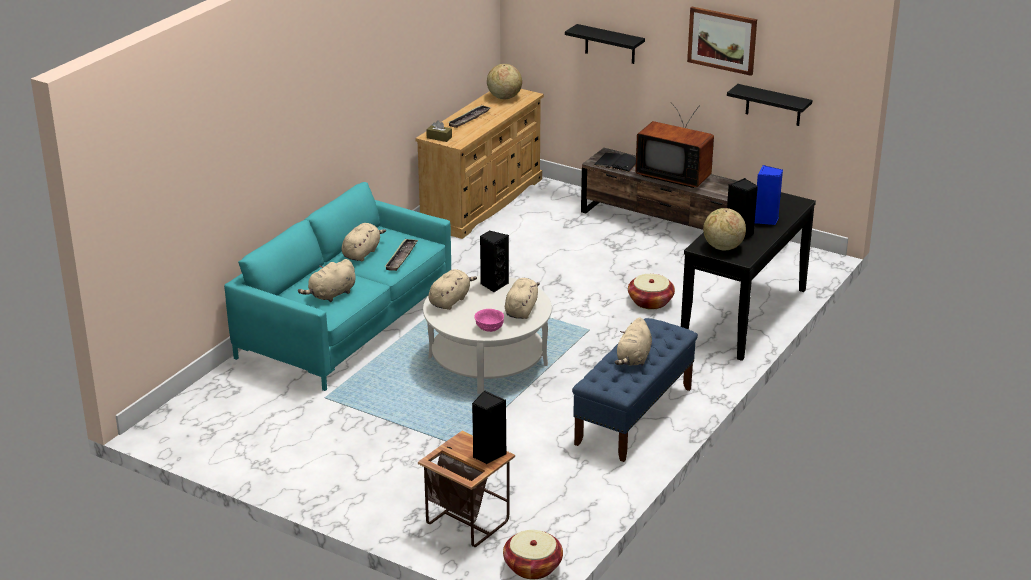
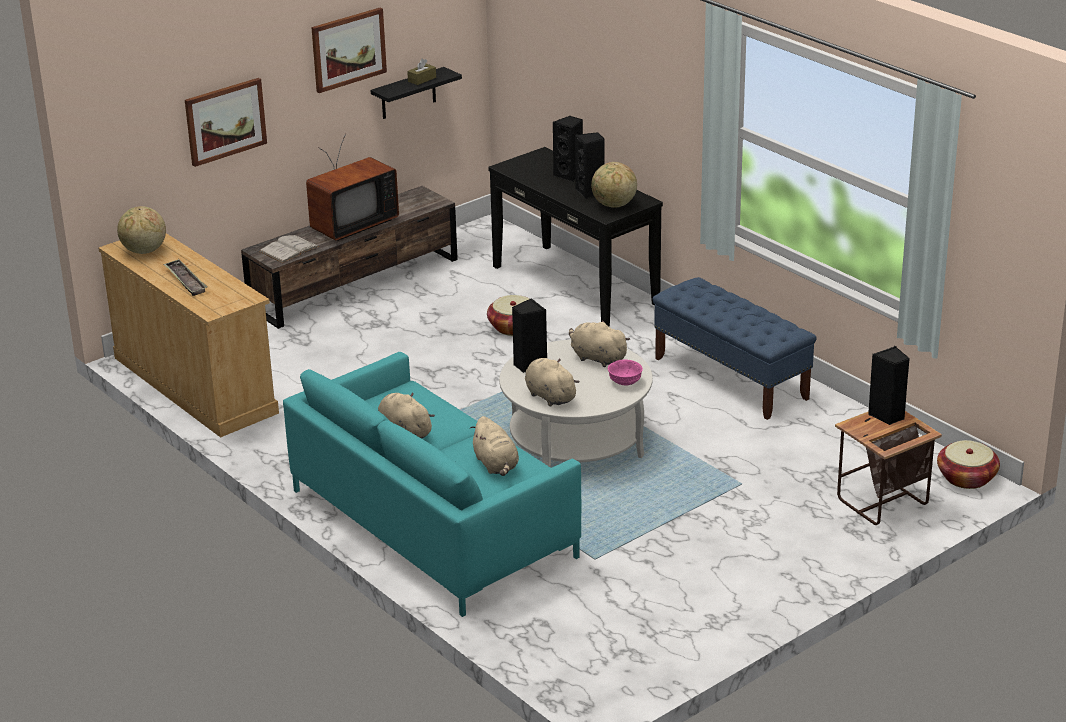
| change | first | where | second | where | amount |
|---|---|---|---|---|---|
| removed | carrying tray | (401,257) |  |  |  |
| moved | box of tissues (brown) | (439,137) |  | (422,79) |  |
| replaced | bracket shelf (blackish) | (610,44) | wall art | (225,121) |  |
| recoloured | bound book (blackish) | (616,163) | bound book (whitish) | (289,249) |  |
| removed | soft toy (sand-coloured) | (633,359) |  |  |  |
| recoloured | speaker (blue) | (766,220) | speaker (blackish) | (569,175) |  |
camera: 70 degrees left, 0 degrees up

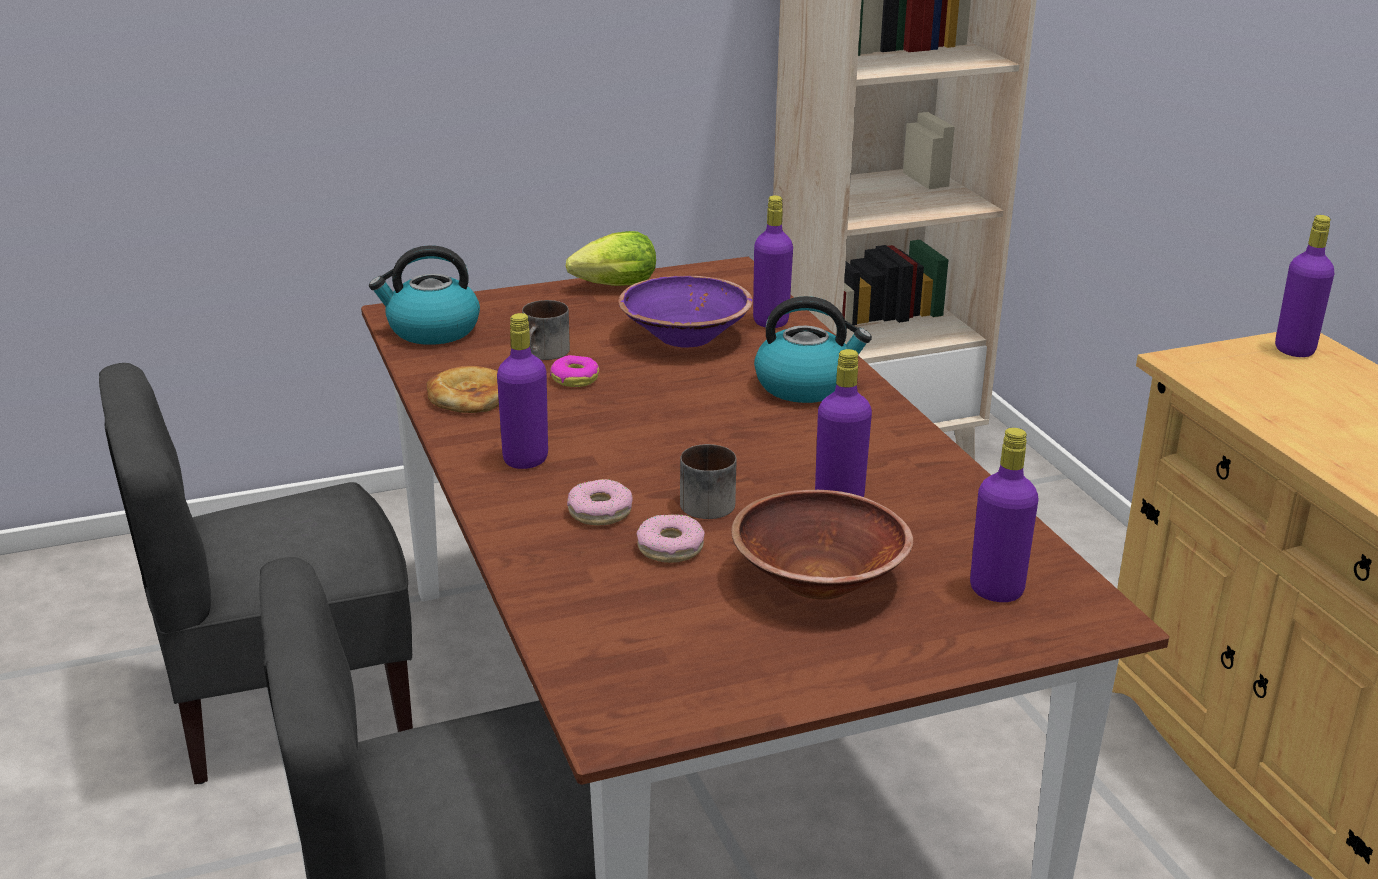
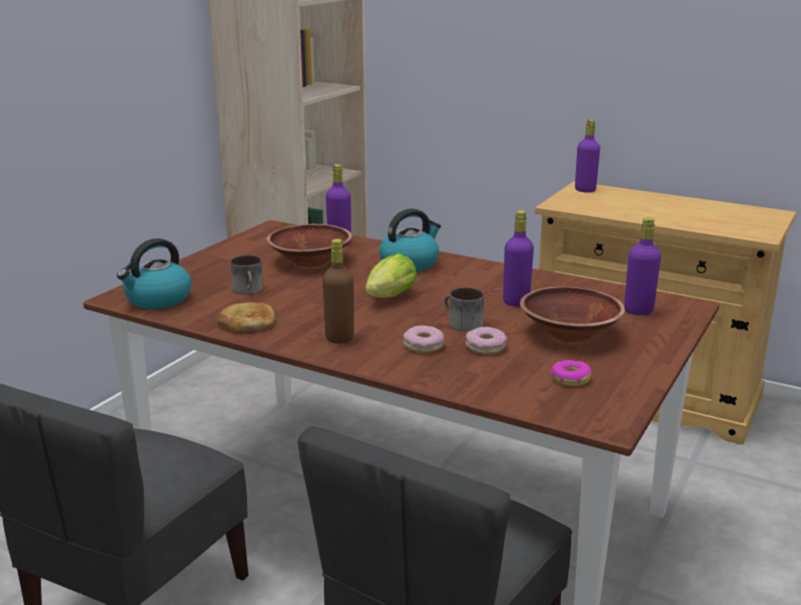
| change | first | where | second | where | amount |
|---|---|---|---|---|---|
| recoloured | drink bottle (purple-coloured) | (525,459) | drink bottle (brown) | (339,338) |  |
| moved | ring doughnut | (575,379) |  | (570,379) |  |
| moved | lettuce | (610,287) |  | (388,298) |  |
| recoloured | deep dish (purple-coloured) | (685,337) | deep dish (brown) | (310,261) |  |
camera: 40 degrees left, 5 degrees down

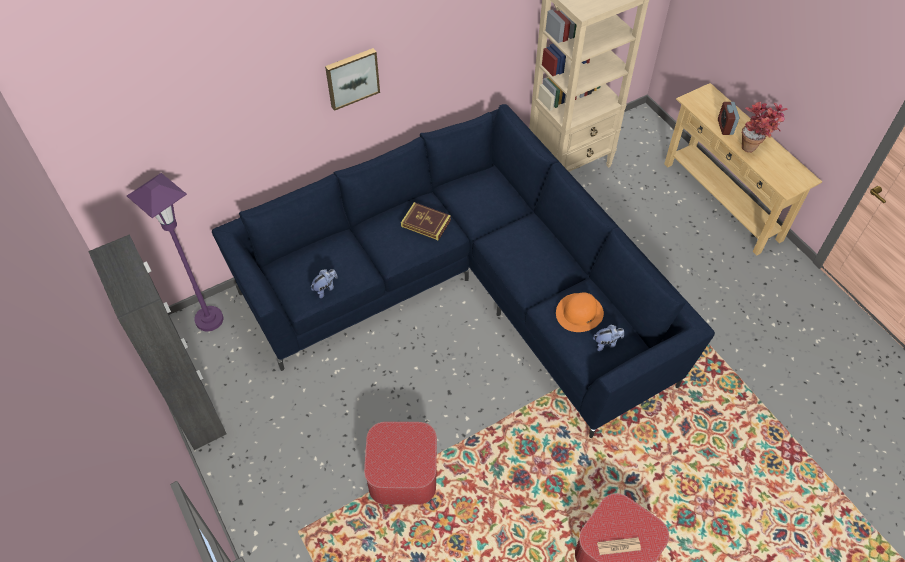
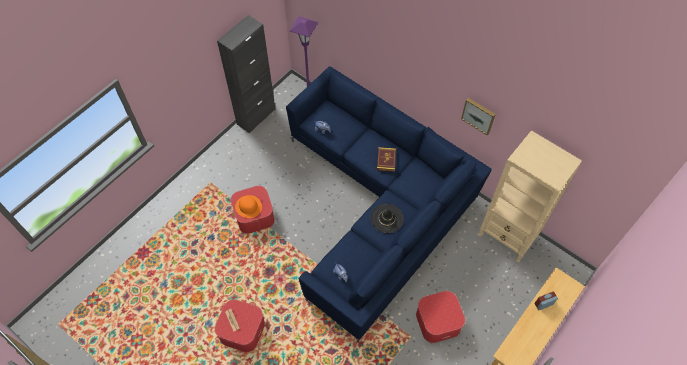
| change | first | where | second | where | amount |
|---|---|---|---|---|---|
| moved | wall art | (352,77) |  | (479,115) |  |
| moved | wearable hat (orange) | (579,312) |  | (248,206) |  |
| removed | plant in a pot | (753,147) |  |  |  |
| added |  |  | wearable hat (blackish) | (386,218) |  |
| added |  |  | ottoman | (438,321) |  |
camera: 70 degrees right, 5 degrees up

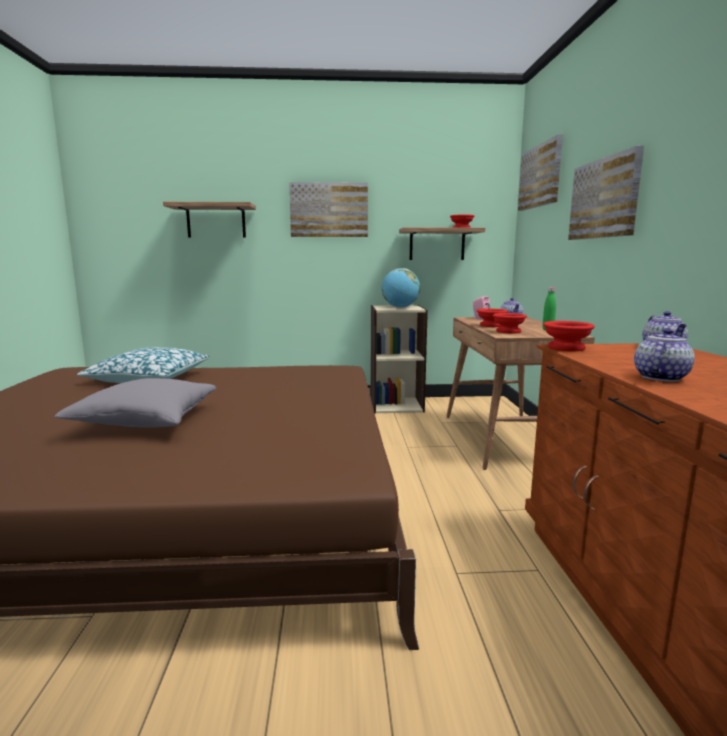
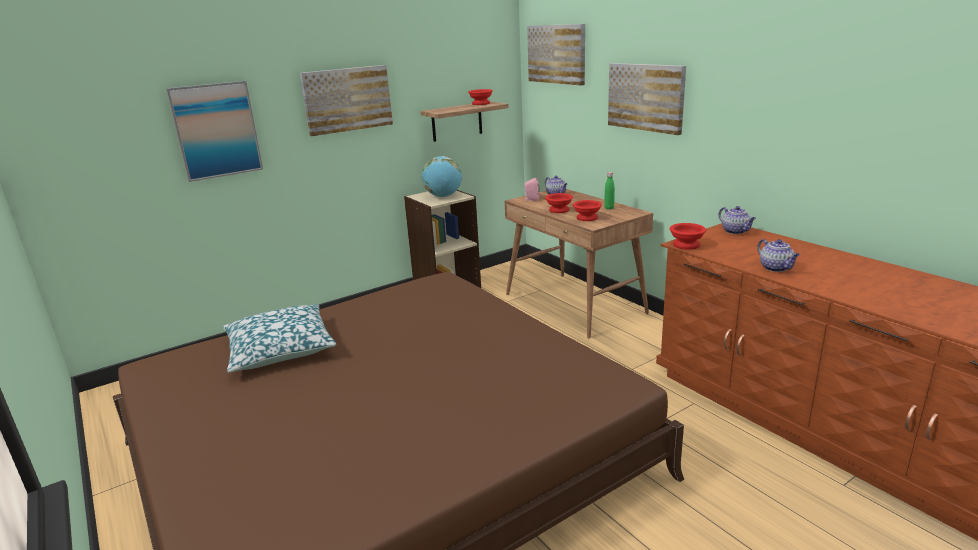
| change | first | where | second | where | amount |
|---|---|---|---|---|---|
| removed | cushion (grey) | (146,421) |  |  |  |
| replaced | bracket shelf | (216,221) | wall art | (216,130) |  |
| turned | teapot | (660,377) |  | (776,268) | 150 degrees clockwise |
camera: 30 degrees left, 10 degrees up

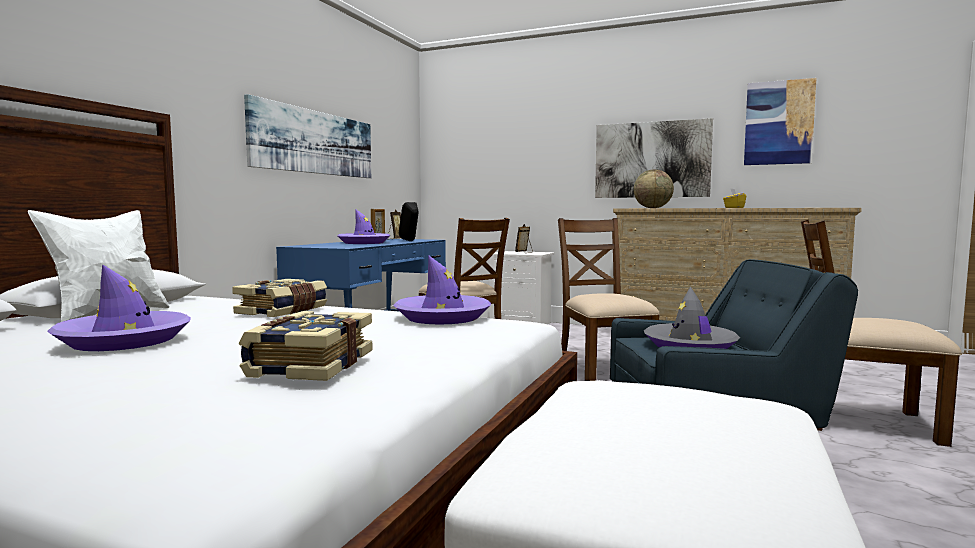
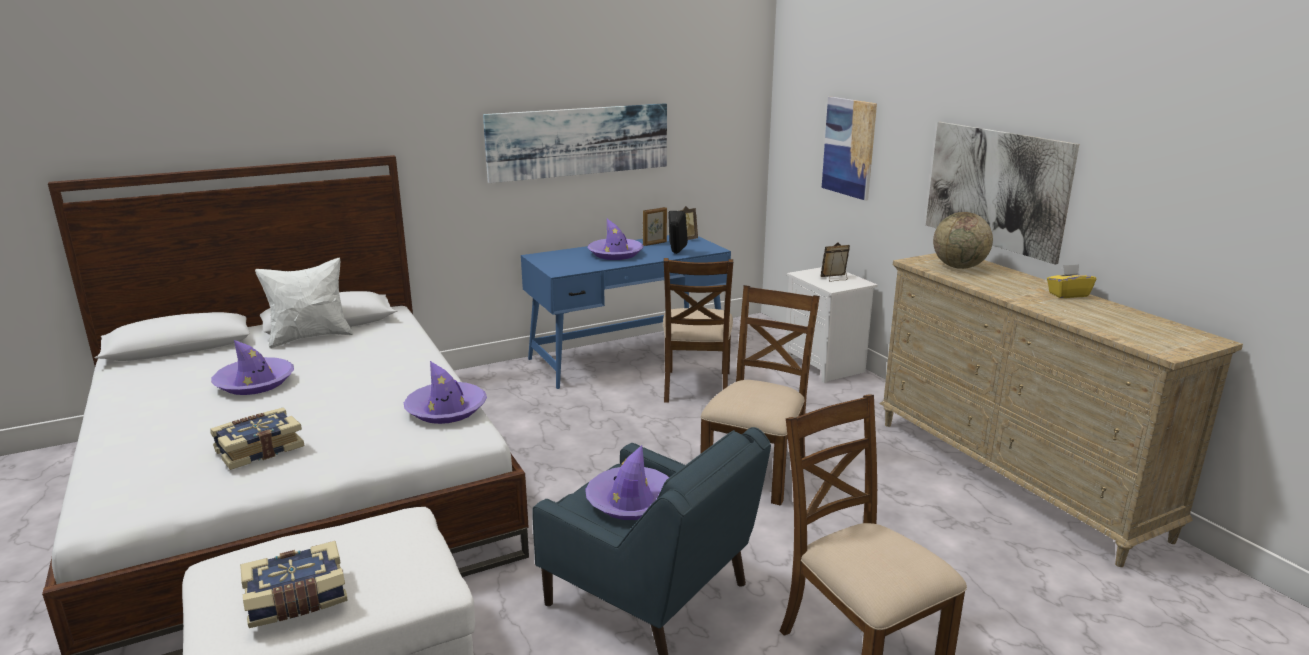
| change | first | where | second | where | amount |
|---|---|---|---|---|---|
| moved | bound book | (283,311) |  | (297,600) |  |
| recoloured | wearable hat (grey) | (690,346) | wearable hat (purple-coloured) | (631,501) |  |
| moved | wall art | (778,123) |  | (849,147) |  |
camera: 40 degrees right, 15 degrees up

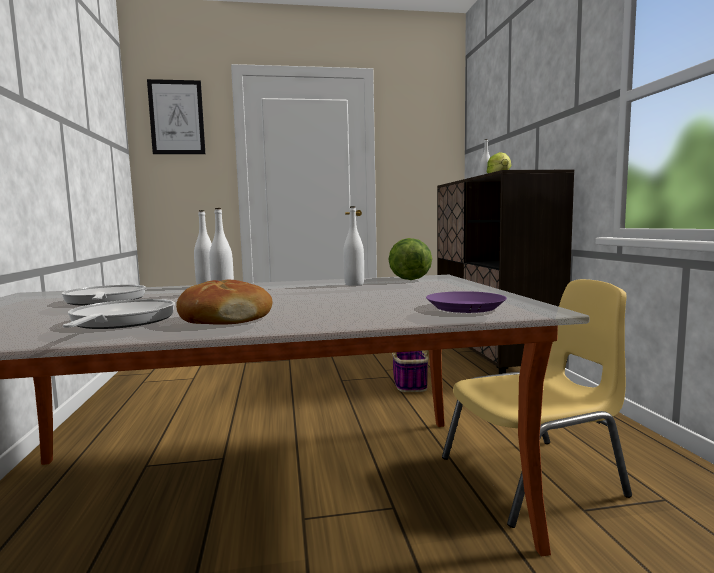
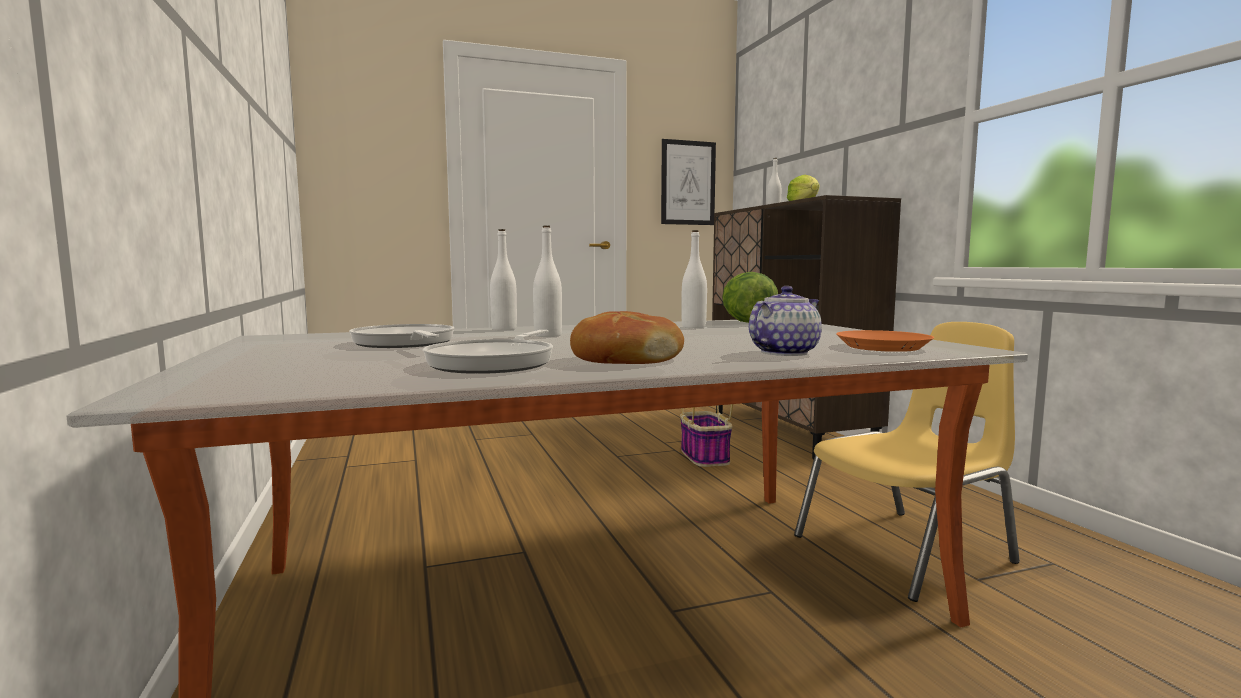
| change | first | where | second | where | amount |
|---|---|---|---|---|---|
| turned | pan | (120,321) |  | (495,363) | 150 degrees counterclockwise |
| moved | wall art | (176,117) |  | (688,183) |  |
| recoloured | plate (purple-coloured) | (466,307) | plate (orange) | (884,347) |  |
| added |  |  | teapot | (783,353) |  |
camera: 10 degrees left, 0 degrees up

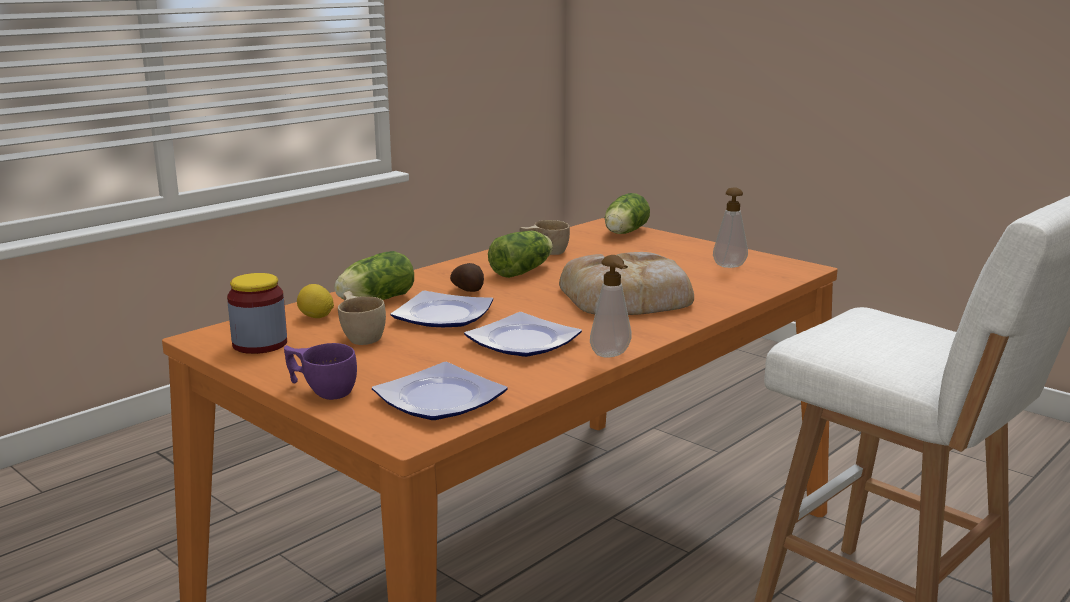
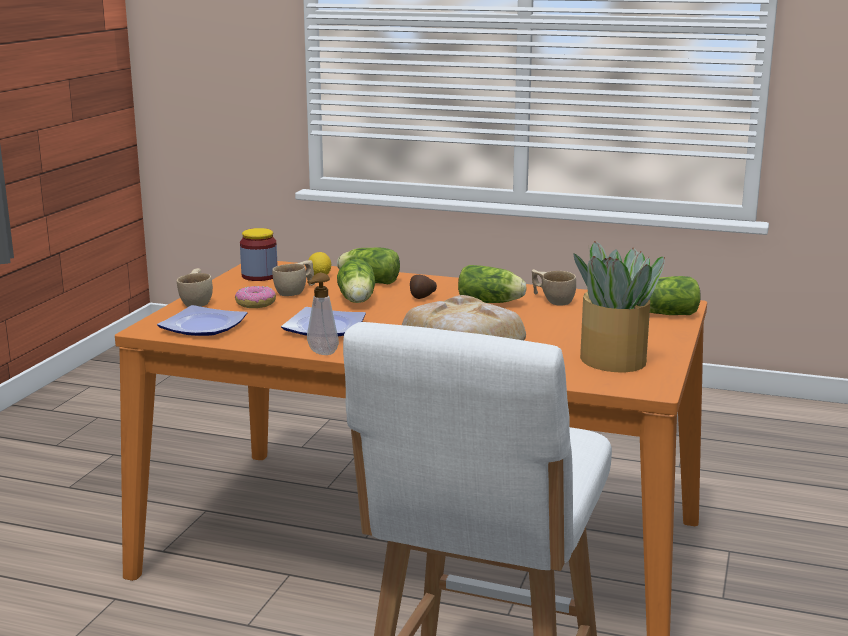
| change | first | where | second | where | amount |
|---|---|---|---|---|---|
| recoloured | drinking cup (purple-coloured) | (322,390) | drinking cup (sand-coloured) | (198,302) |  |
| replaced | plate | (442,315) | lettuce | (357,301) |  |
| replaced | liquid soap bottle | (728,265) | plant in a pot | (613,360) |  |
| added |  |  | ring doughnut | (256,304) |  |
camera: 65 degrees right, 0 degrees up

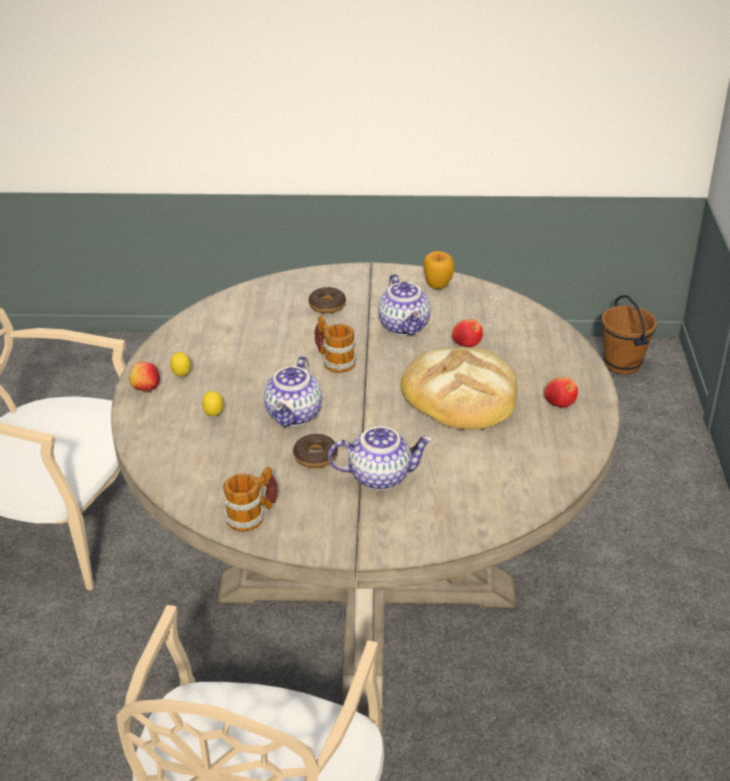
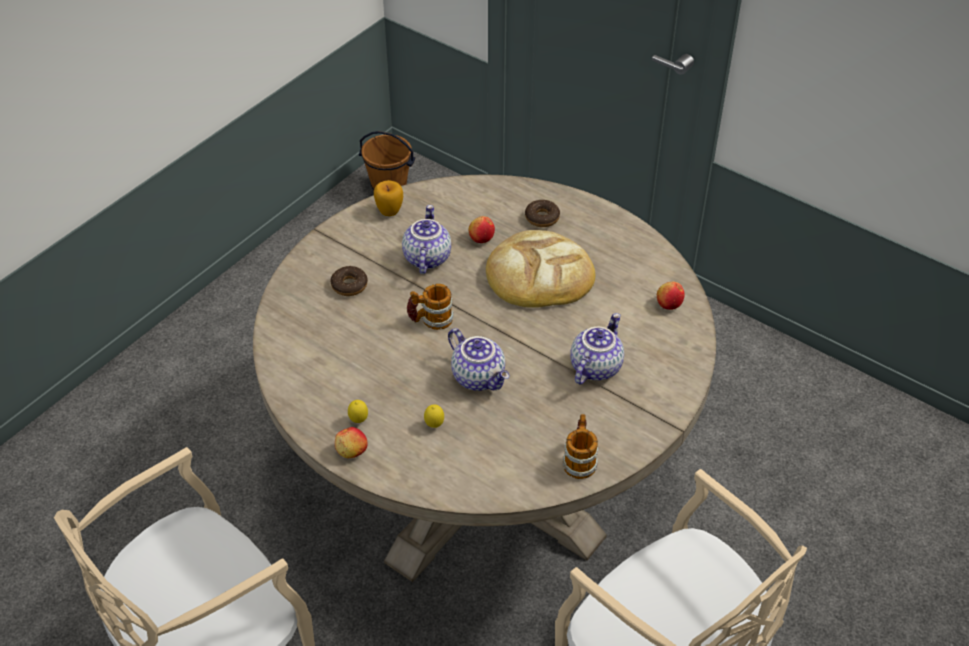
| change | first | where | second | where | amount |
|---|---|---|---|---|---|
| moved | ring doughnut | (315,456) |  | (542,218) |  |
| turned | teapot | (405,326) |  | (426,258) | 105 degrees counterclockwise |
| moved | whole apple | (560,402) |  | (669,303) |  |
camera: 55 degrees left, 10 degrees up

